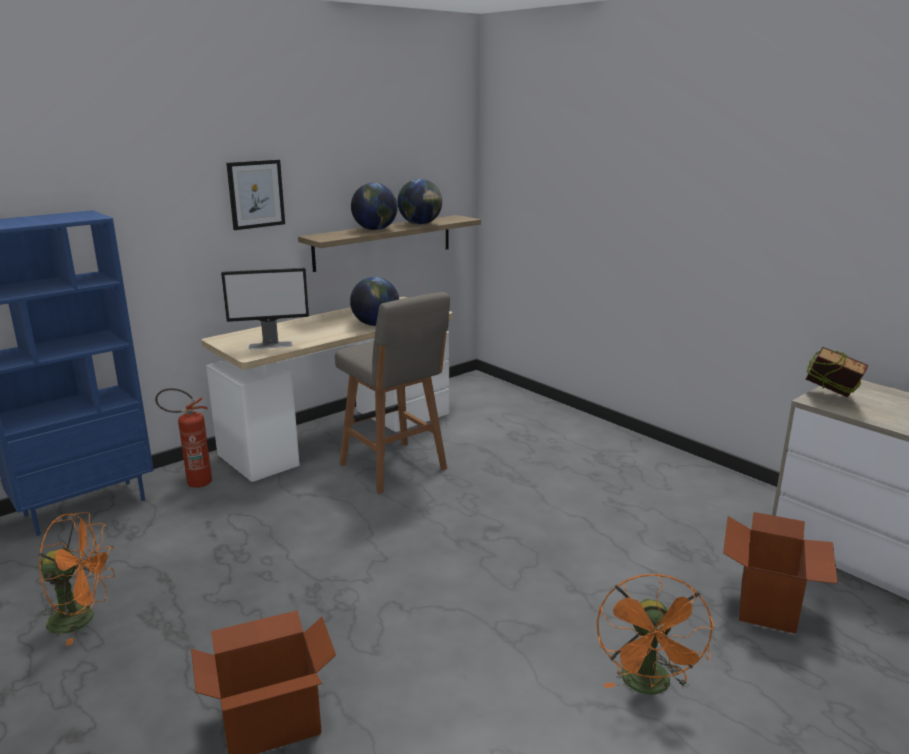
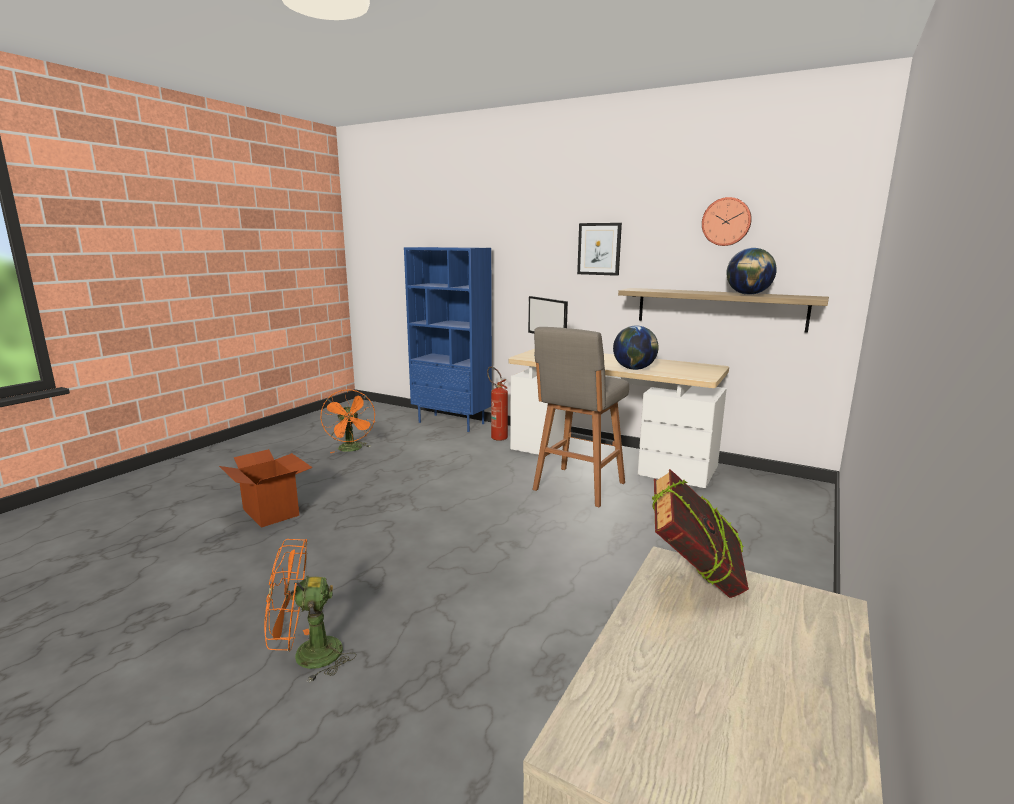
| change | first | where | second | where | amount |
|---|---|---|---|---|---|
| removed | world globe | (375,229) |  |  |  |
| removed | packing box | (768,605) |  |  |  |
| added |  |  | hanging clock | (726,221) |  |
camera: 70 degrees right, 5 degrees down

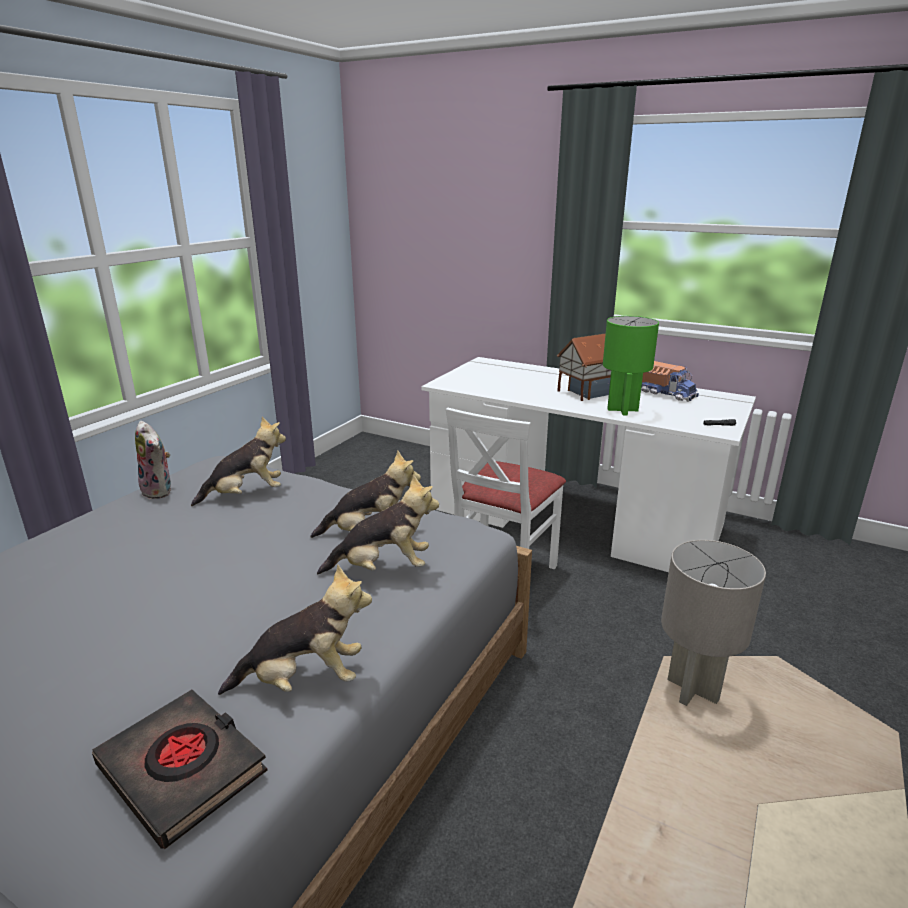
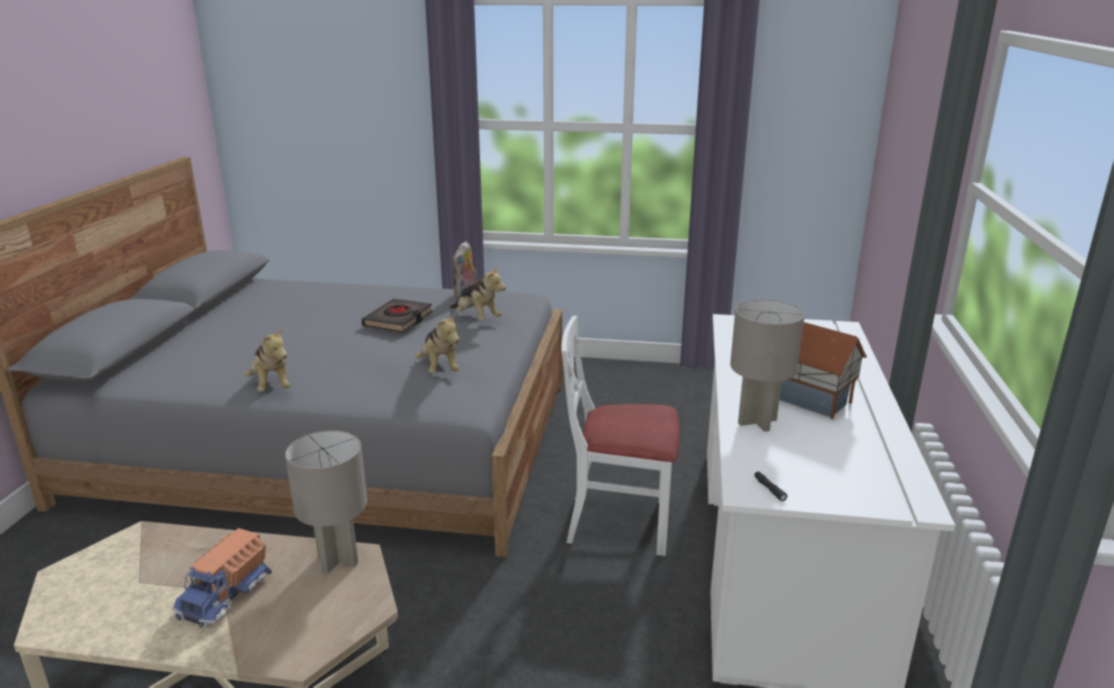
| change | first | where | second | where | amount |
|---|---|---|---|---|---|
| moved | bound book (blackish) | (183,769) |  | (398,320) |  |
| removed | soft toy | (383,568) |  |  |  |
| recoloured | lamp for a table (green-coloured) | (622,410) | lamp for a table (grey) | (757,421) |  |
| moved | model truck | (666,393) |  | (226,594) |  |
camera: 70 degrees right, 0 degrees up

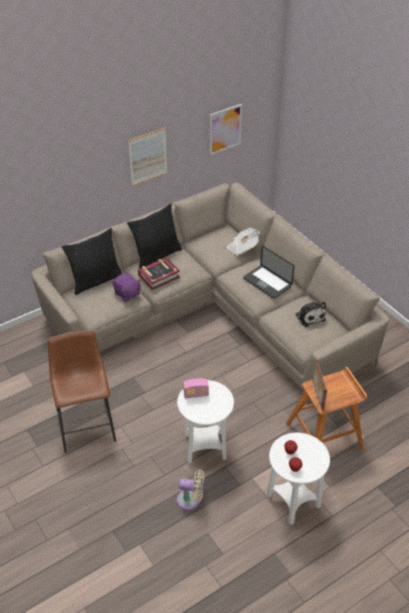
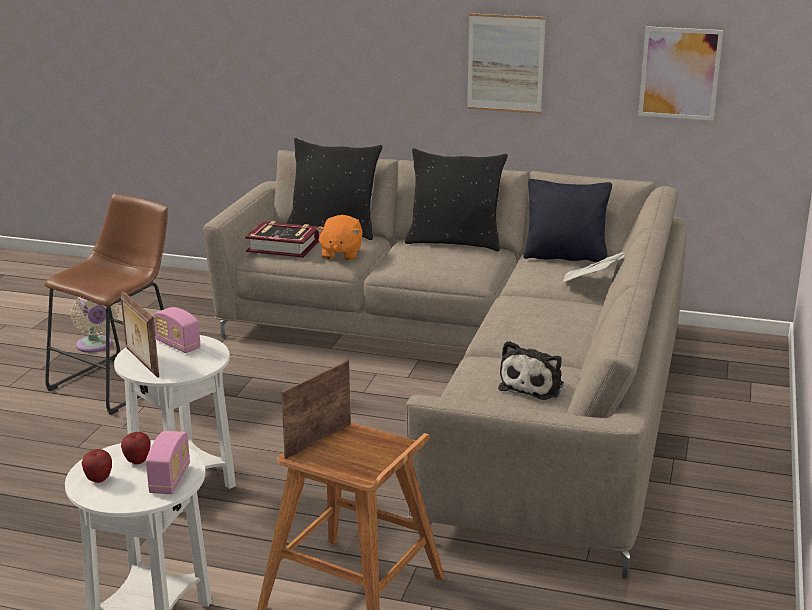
| change | first | where | second | where | amount |
|---|---|---|---|---|---|
| recoloured | soft toy (purple-coloured) | (127,294) | soft toy (orange) | (340,254) |  |
| moved | bound book | (159,276) |  | (283,246) |  |
| moved | electric fan (sand-coloured) | (191,500) |  | (95,346) |  |
| removed | portable computer | (267,282) |  |  |  |
| added |  |  | standing frame | (141,362) |  |
| added |  |  | radio receiver | (170,480) |  |
| added |  |  | cushion (blackish) | (565,257) |  |
camera: 50 degrees right, 20 degrees down

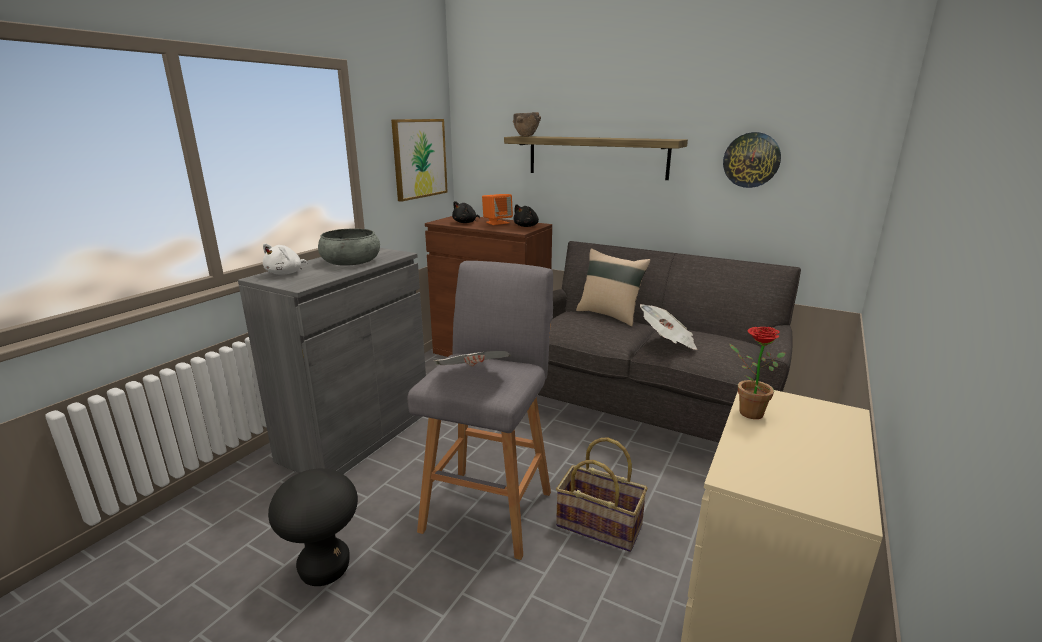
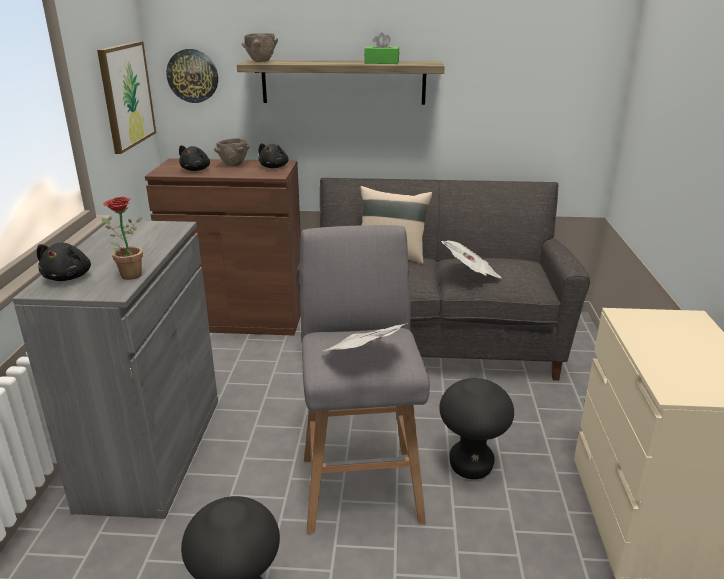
| change | first | where | second | where | amount |
|---|---|---|---|---|---|
| recoloured | soft toy (whitish) | (286,273) | soft toy (blackish) | (69,277) |  |
| removed | deep dish (grey) | (351,261) |  |  |  |
| replaced | speaker (orange) | (497,222) | deep dish (brown) | (234,165) |  |
| replaced | storage basket | (600,525) | stool seat (blackish) | (470,467) |  |
| moved | hanging clock | (751,160) |  | (192,76) |  |
| moved | plant in a pot | (745,411) |  | (127,275) |  |
| added |  |  | box of tissues (green-coloured) | (381,62) |  |
camera: 25 degrees left, 5 degrees up

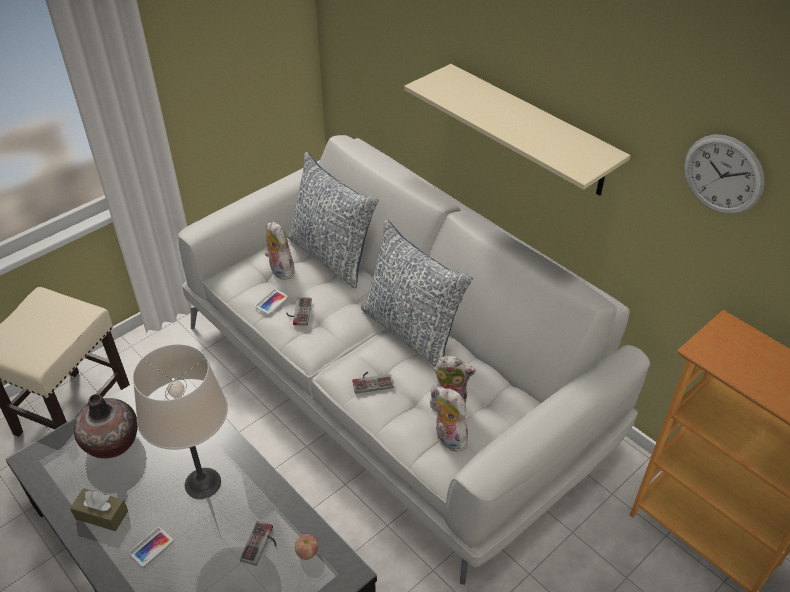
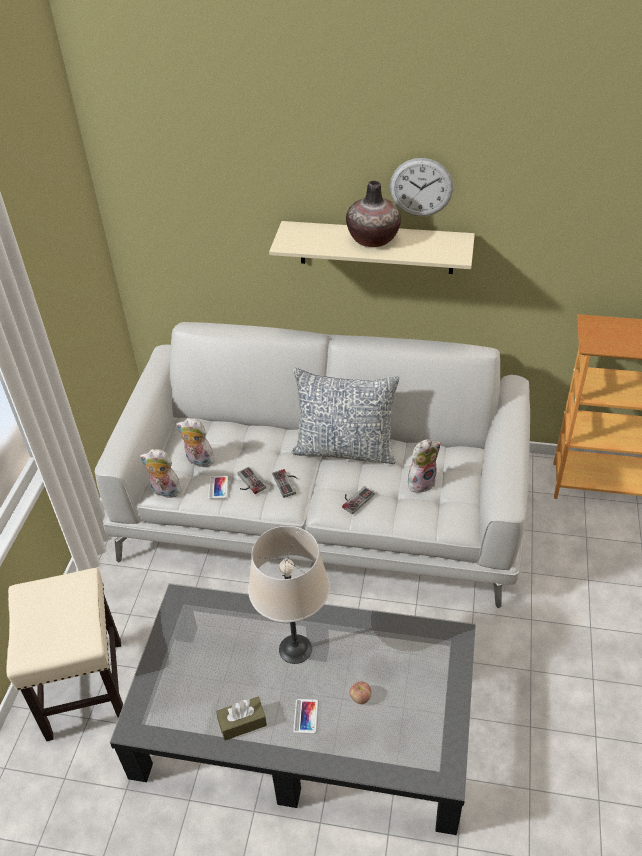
| change | first | where | second | where | amount |
|---|---|---|---|---|---|
| moved | flower vase | (112,442) |  | (373,239) |  |
| moved | joypad | (262,545) |  | (288,483) |  |
| removed | cushion | (332,256) |  |  |  |
| moved | whole apple | (307,552) |  | (360,697) |  |
| moved | soft toy | (448,438) |  | (164,491) |  |
| moved | hanging clock | (723,174) |  | (421,187) |  |
camera: 35 degrees left, 0 degrees up

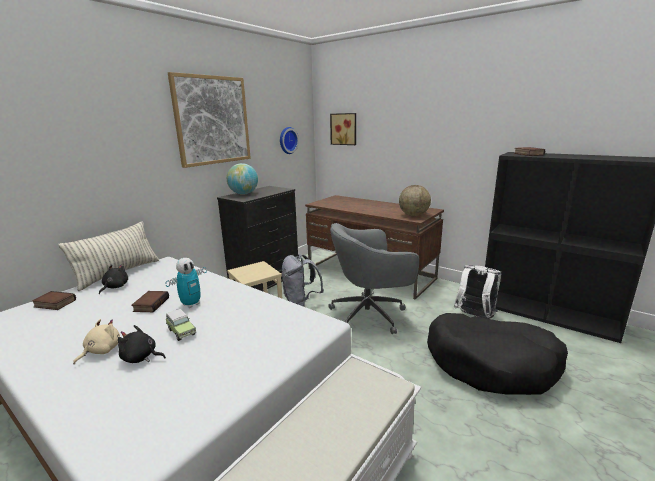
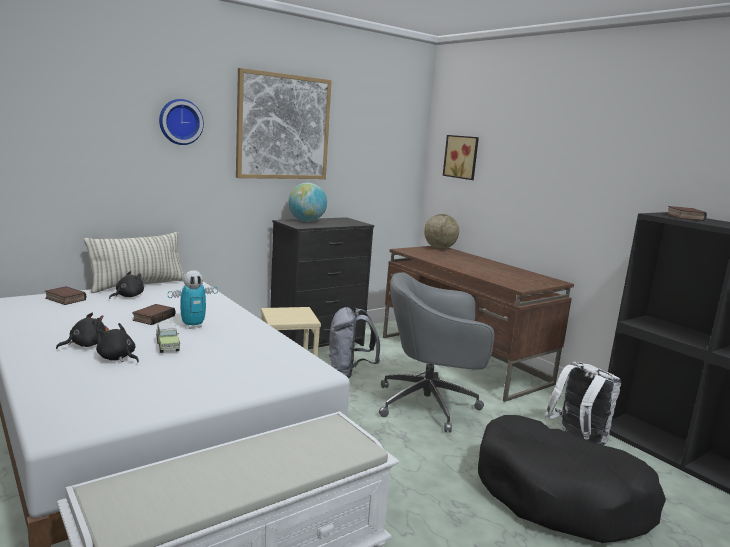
| change | first | where | second | where | amount |
|---|---|---|---|---|---|
| recoloured | soft toy (sand-coloured) | (101,351) | soft toy (blackish) | (85,345) |  |
| moved | hanging clock | (287,140) |  | (180,122) |  |
| moved | world globe | (413,215) |  | (439,248) |  |
camera: 15 degrees right, 5 degrees down

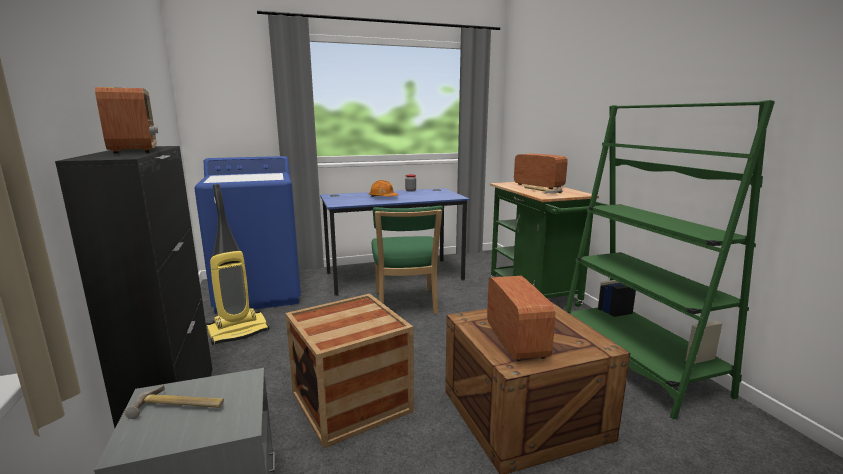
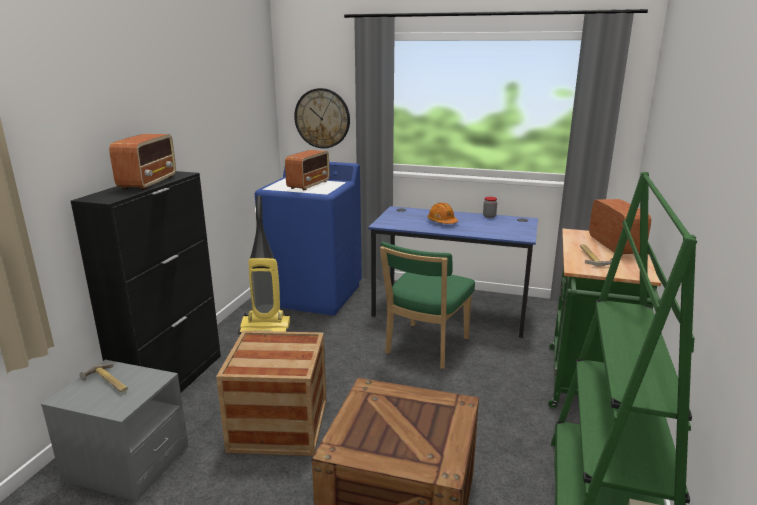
| change | first | where | second | where | amount |
|---|---|---|---|---|---|
| moved | radio receiver | (516,340) |  | (309,185) |  |
| added |  |  | hanging clock | (322,118) |  |
camera: 35 degrees right, 5 degrees up

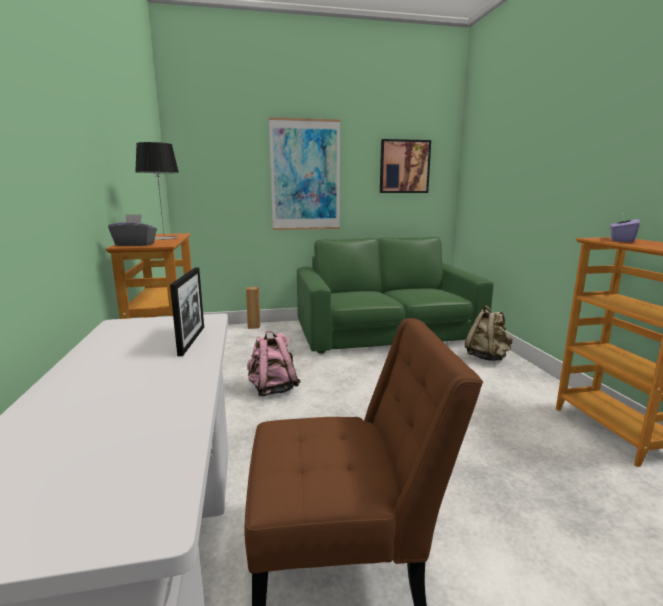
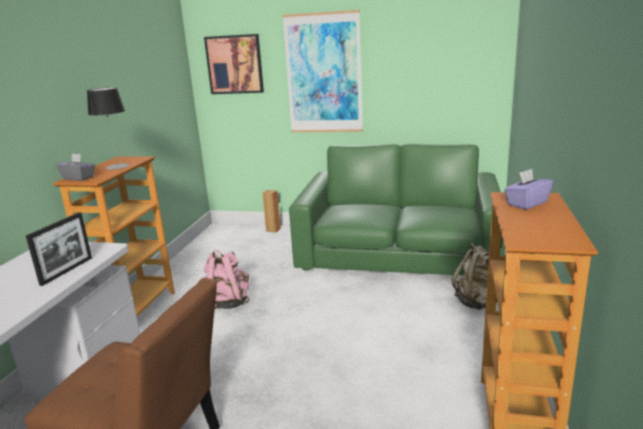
| change | first | where | second | where | amount |
|---|---|---|---|---|---|
| moved | wall art | (404,166) |  | (234,64) |  |
camera: 25 degrees right, 5 degrees up

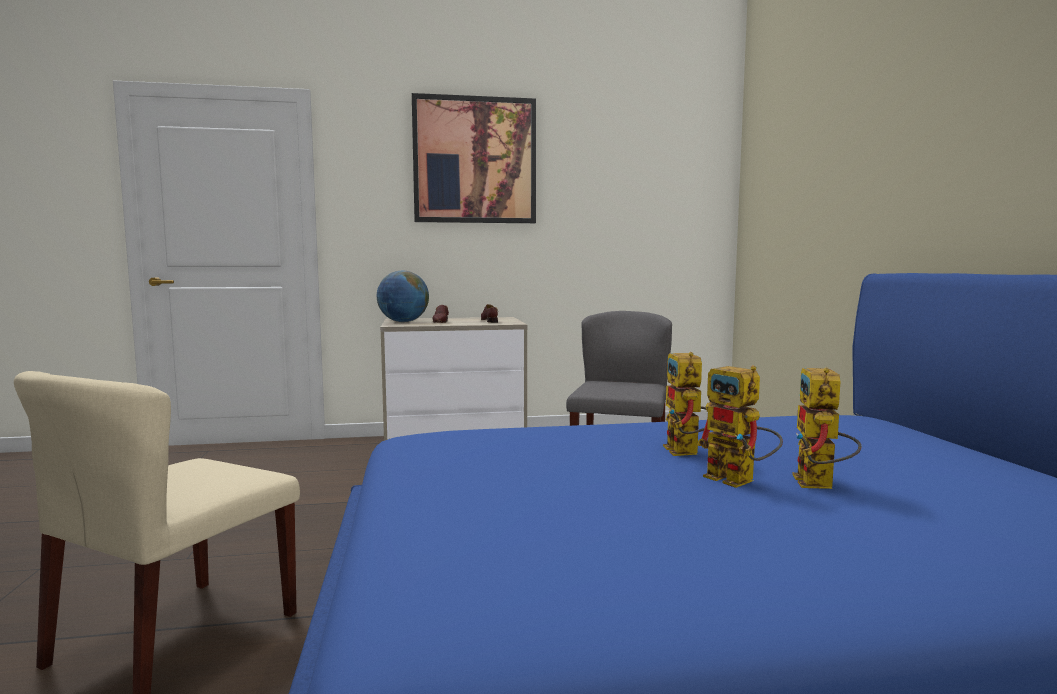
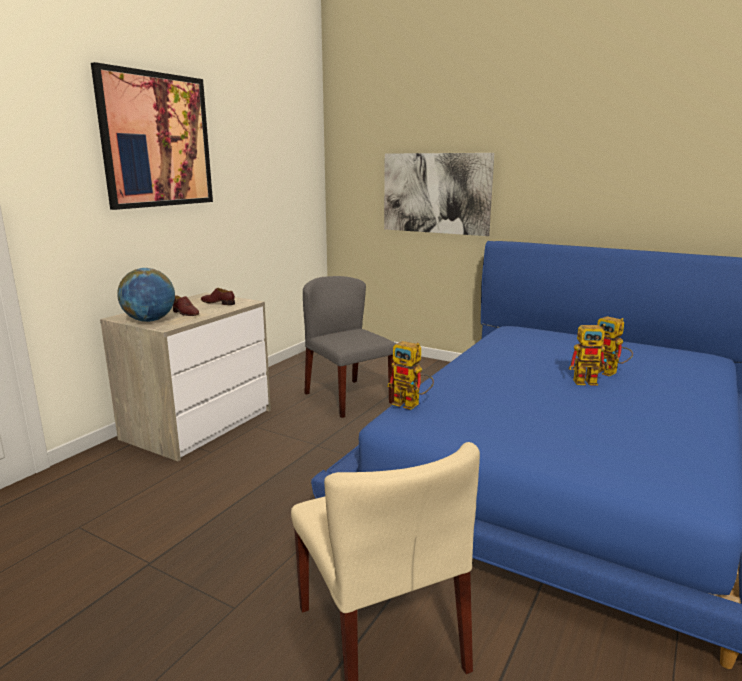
| change | first | where | second | where | amount |
|---|---|---|---|---|---|
| moved | robot figure | (687,453) |  | (411,404) |  |
| added |  |  | wall art | (436,193) |  |
camera: 50 degrees left, 10 degrees up

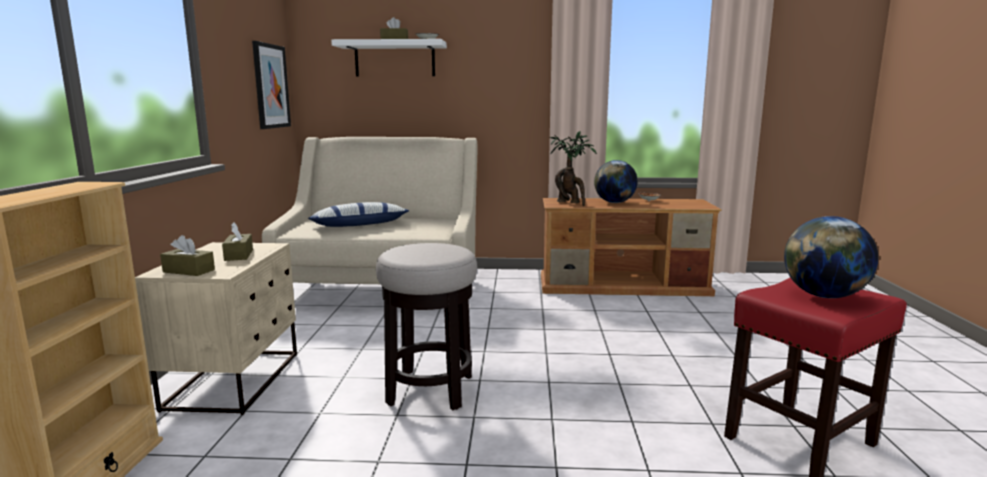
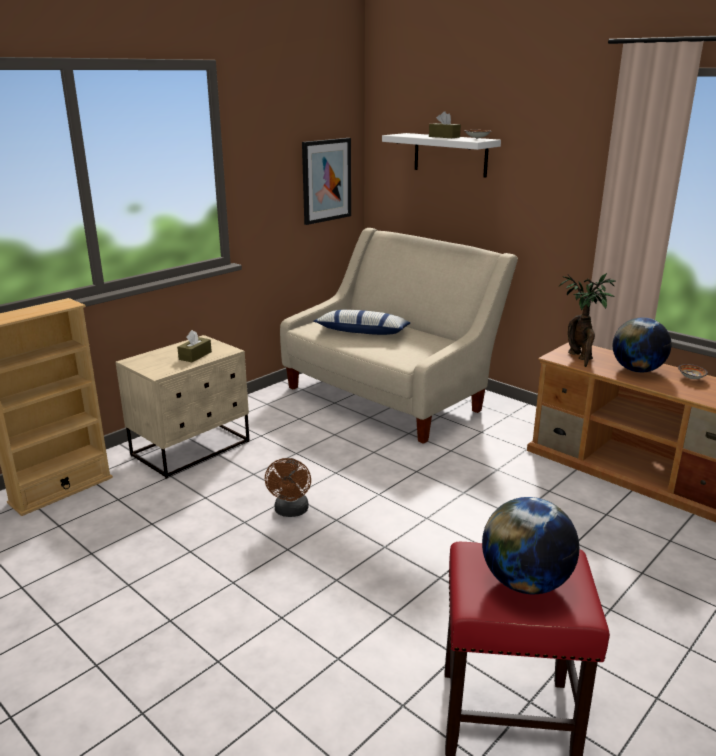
| change | first | where | second | where | amount |
|---|---|---|---|---|---|
| removed | box of tissues (brown) | (189,271) |  |  |  |
| replaced | stool seat | (430,390) | electric fan (brown) | (291,512) |  |
camera: 40 degrees right, 10 degrees up

